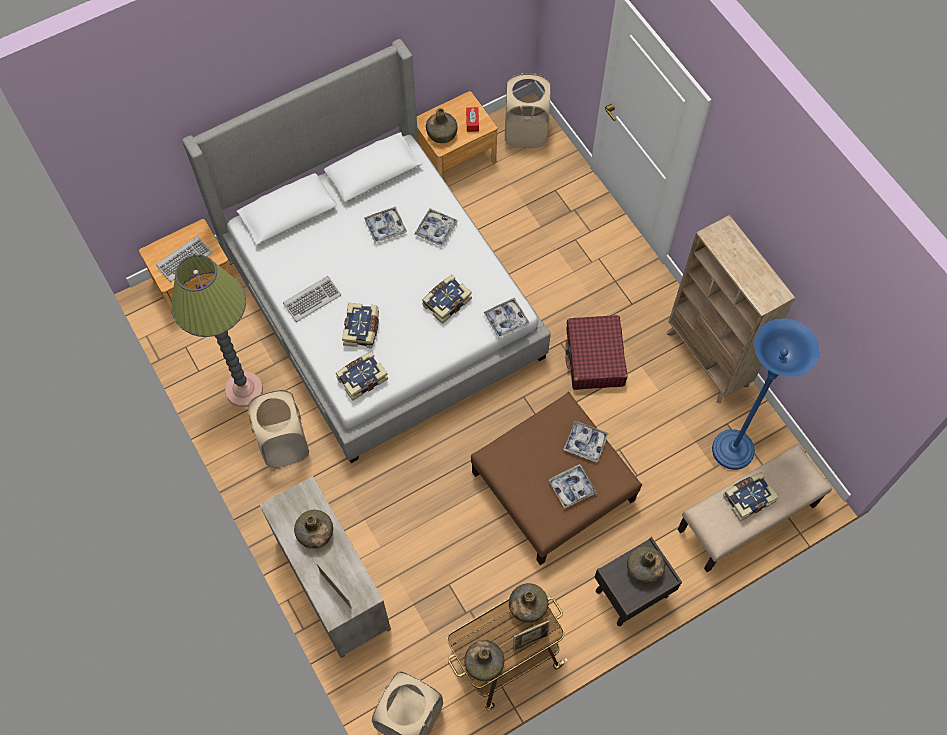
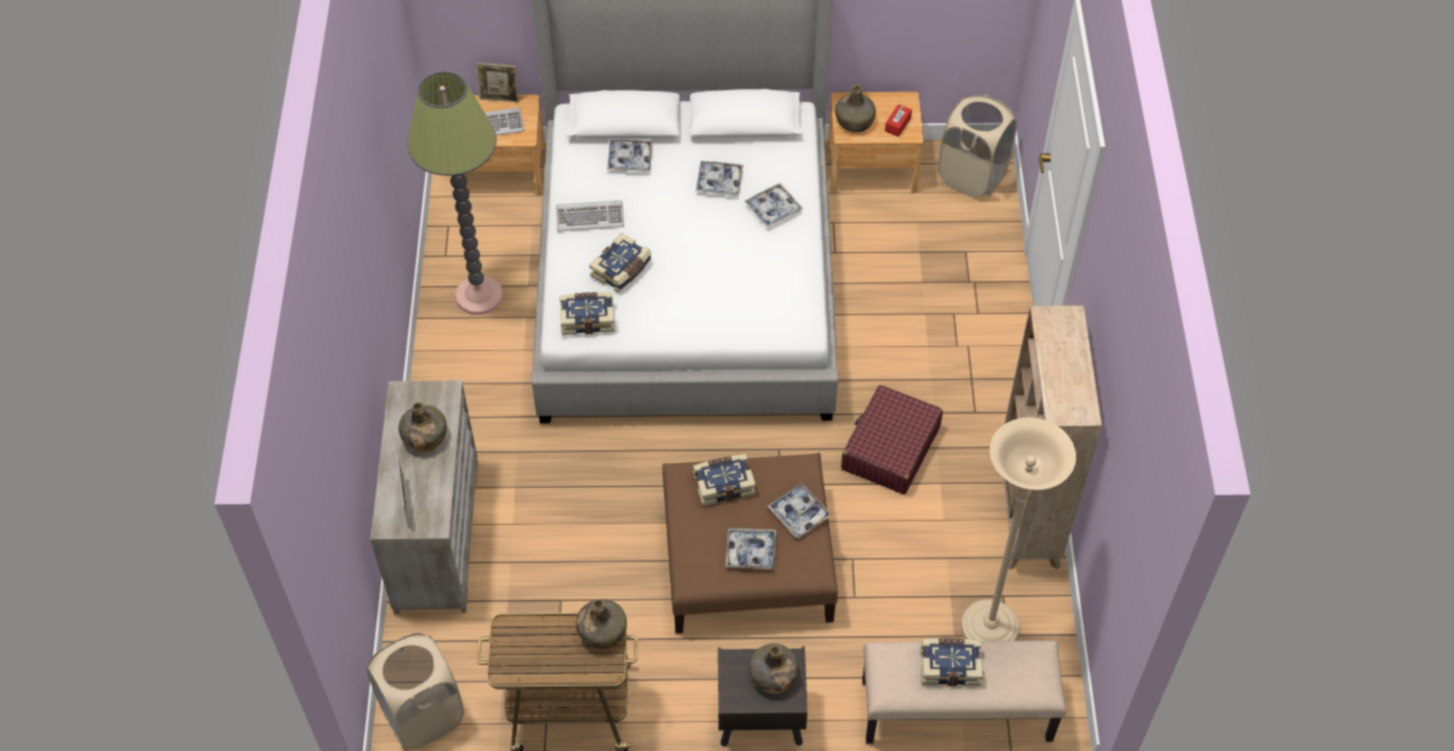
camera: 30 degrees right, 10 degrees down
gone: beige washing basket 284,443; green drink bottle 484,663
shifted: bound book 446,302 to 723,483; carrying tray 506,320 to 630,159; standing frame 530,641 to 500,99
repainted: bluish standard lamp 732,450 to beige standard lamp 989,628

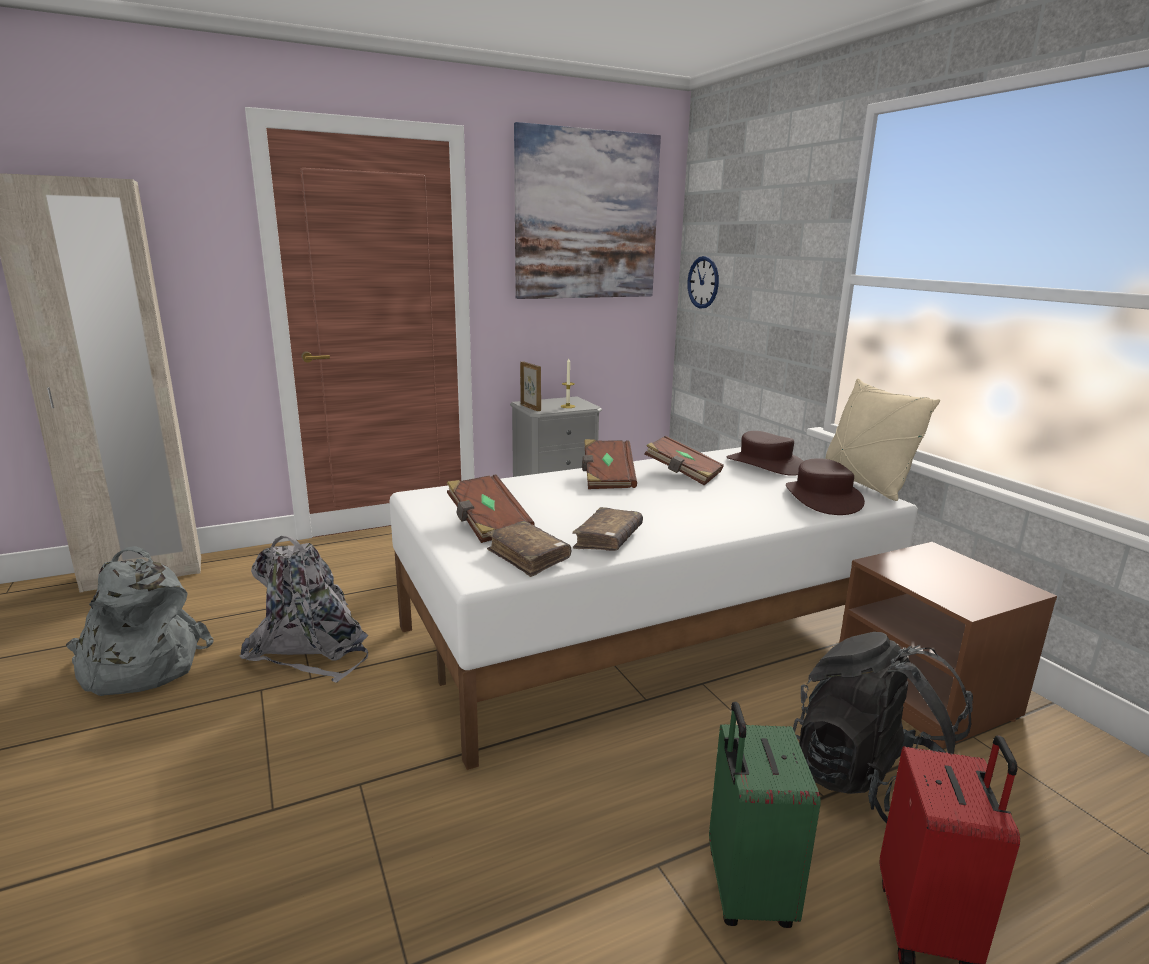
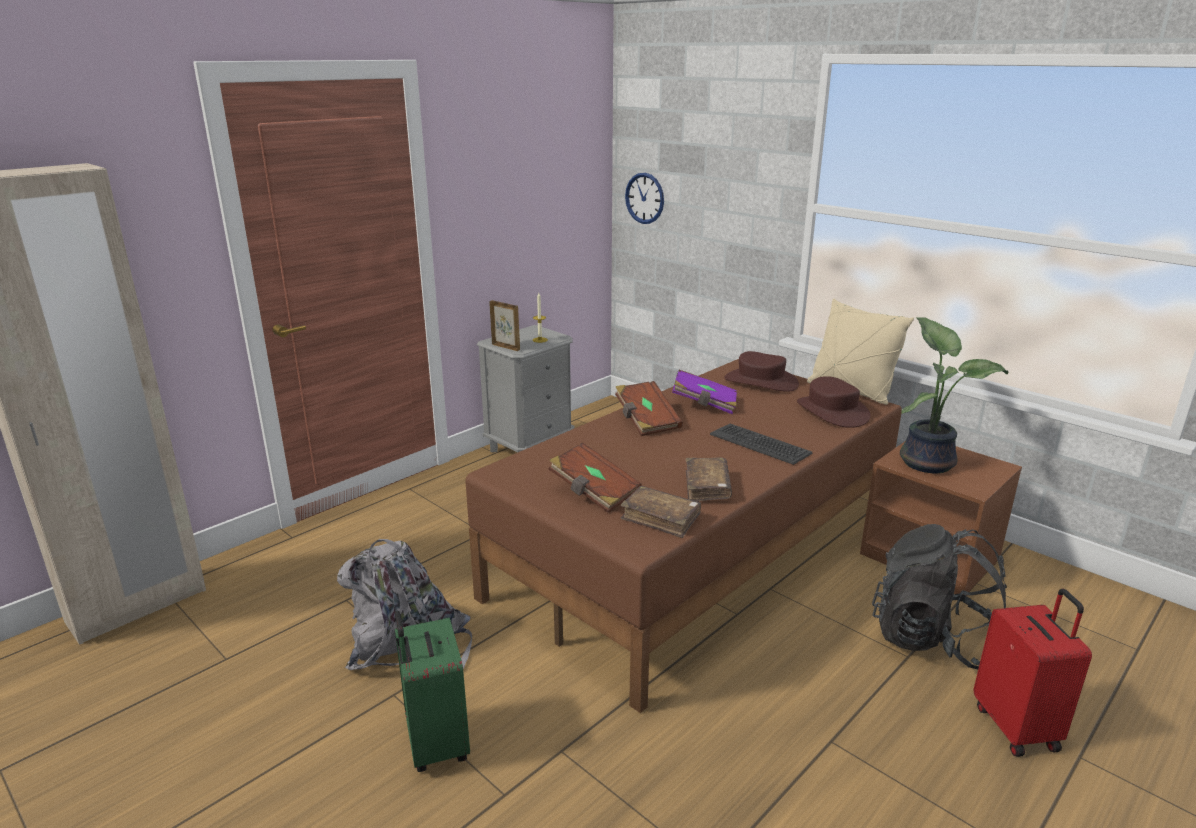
camera: 20 degrees left, 5 degrees up
gone: grey rucksack 139,666; wall art 587,216
new: computer keyboard 760,444; potted plant 928,462
shifted: green suitcase 745,890 to 435,744
repainted: whitish bedroom bed 648,633 to brownish bedroom bed 699,554; brownish bound book 682,474 to purple bound book 704,404

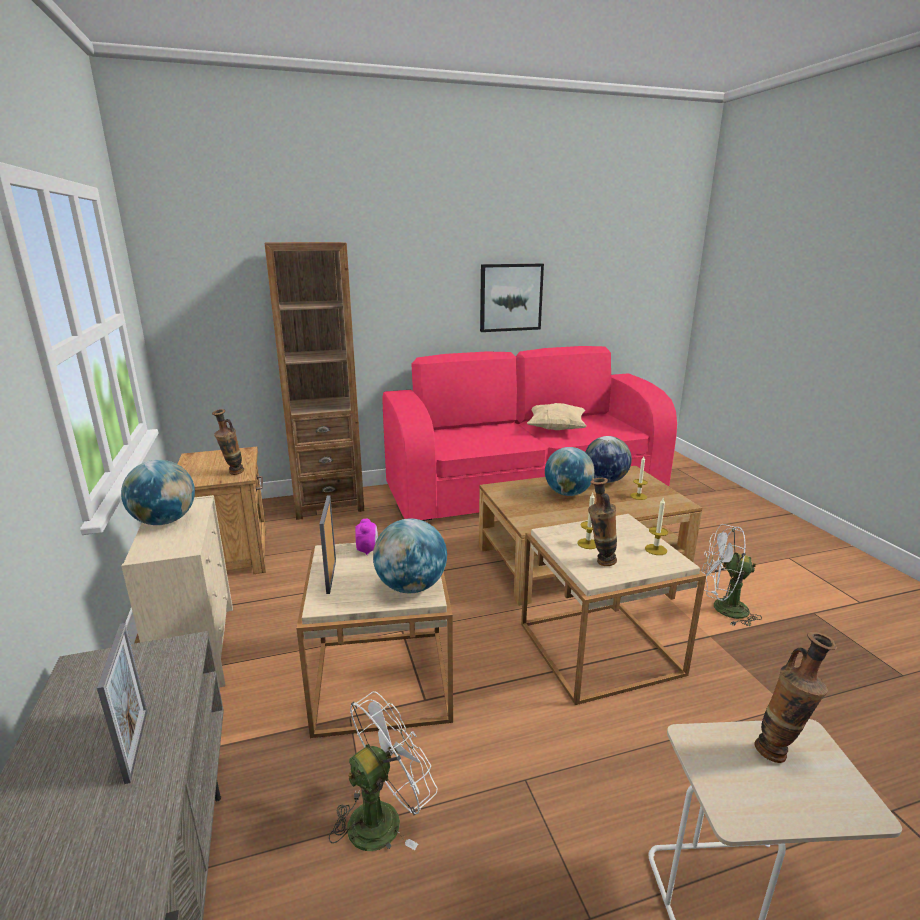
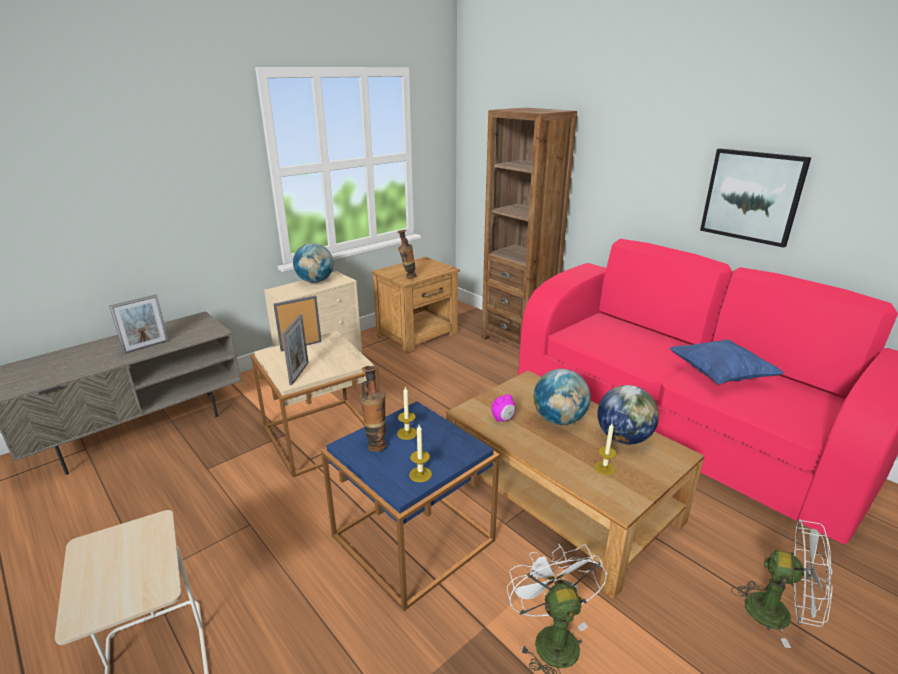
camera: 65 degrees right, 5 degrees up
gone: vase 779,752
shifted: whitish cooling fan 383,816 to 778,613; alarm clock 367,550 to 503,419
swapped: world globe 411,587 to standing frame 299,373
repainted: beige end table 599,648 to bluish end table 413,538; beige cushion 556,429 to bluish cushion 720,375

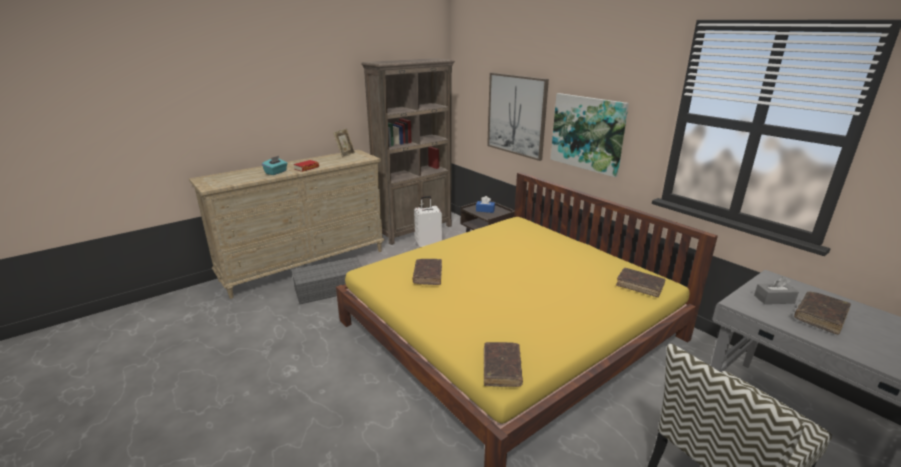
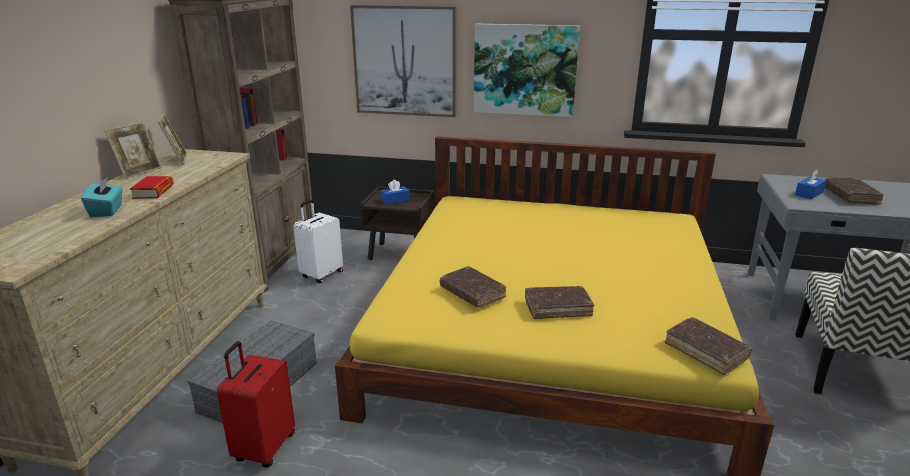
camera: 40 degrees left, 0 degrees up
new: standing frame 139,172; red-coloured suitcase 263,448
shifted: brownish bound book 639,286 to 557,308
repainted: grey tissue box 774,299 to bluish tissue box 809,193

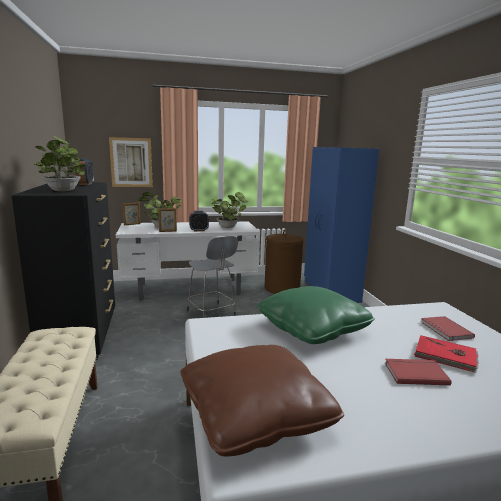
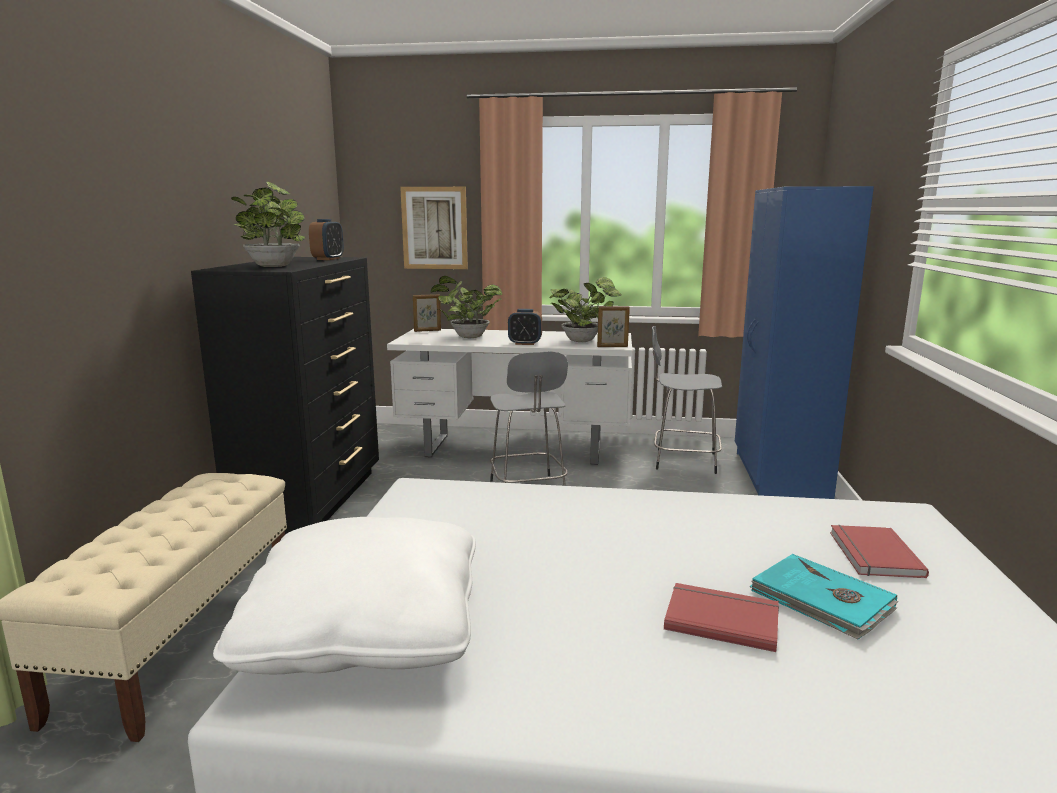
camera: 20 degrees right, 0 degrees up
gone: green cushion 312,329
shifted: standing frame 168,231 to 612,347
swapped: brownish washing basket 281,288 to grey stool 682,461
repainted: brownish cushion 255,414 to whitish cushion 365,629; red-coloured bound book 445,356 to turquoise bound book 821,600

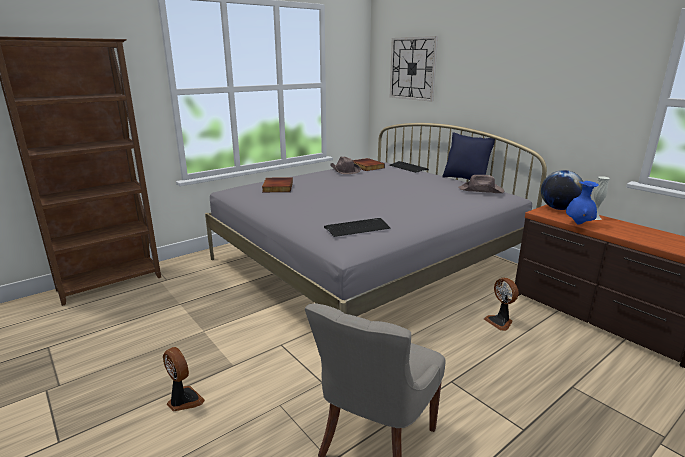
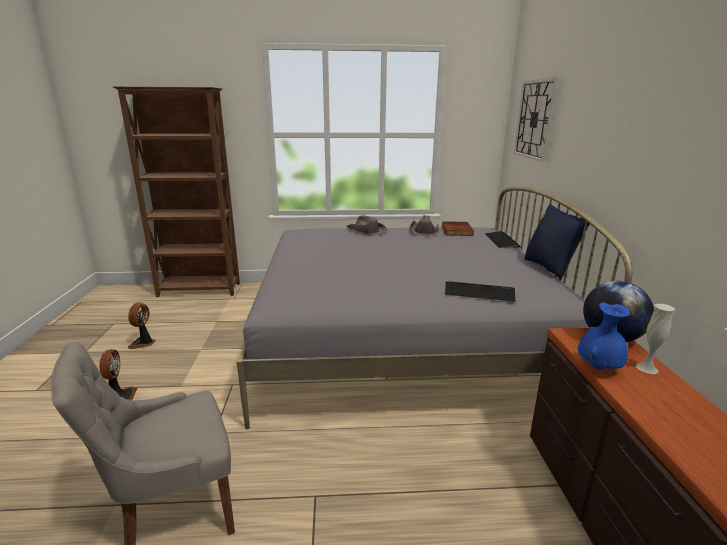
camera: 35 degrees right, 0 degrees up
gone: bound book 277,187
shifted: computer keyboard 357,228 to 479,292; brownish clothing hat 481,190 to 366,231; cooling fan 500,322 to 143,343

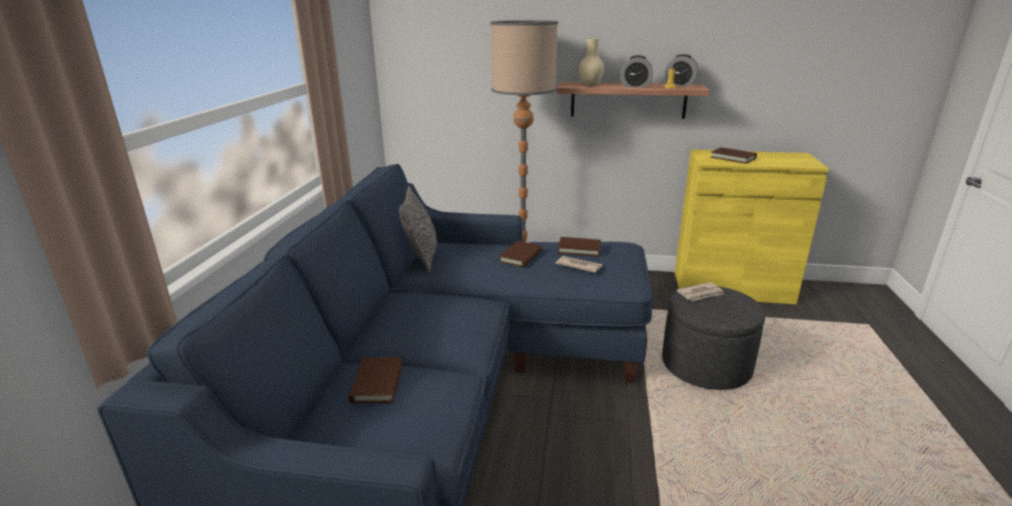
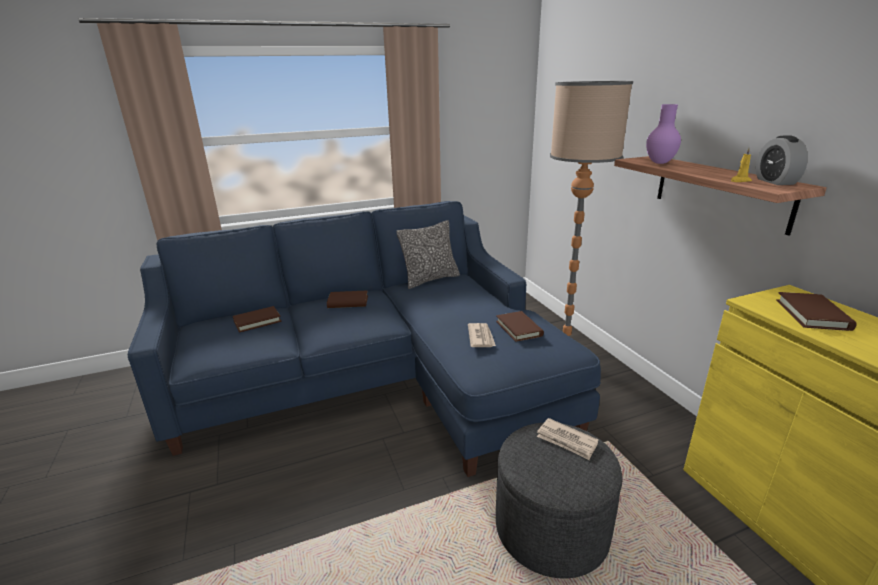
camera: 60 degrees right, 0 degrees up
gone: alarm clock 635,86
shifted: brownish bound book 521,256 to 348,302
repainted: beige vase 591,85 to purple vase 660,163

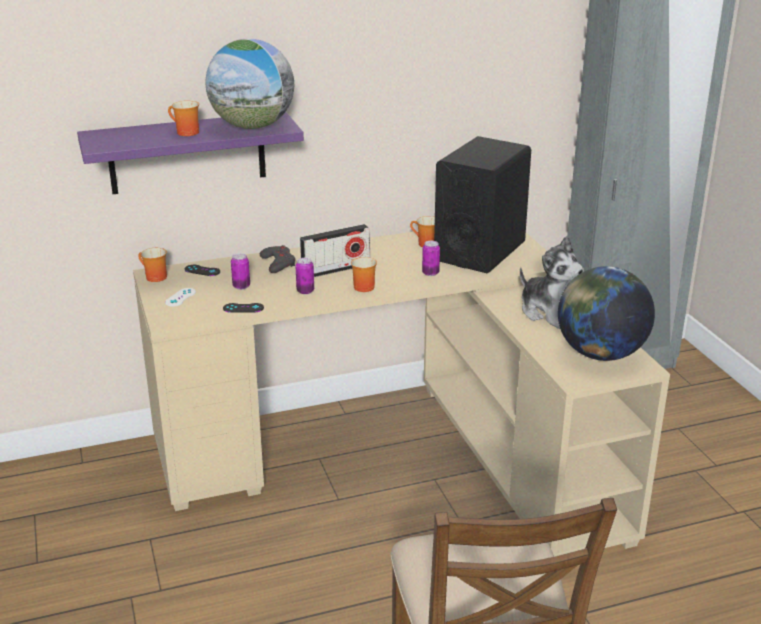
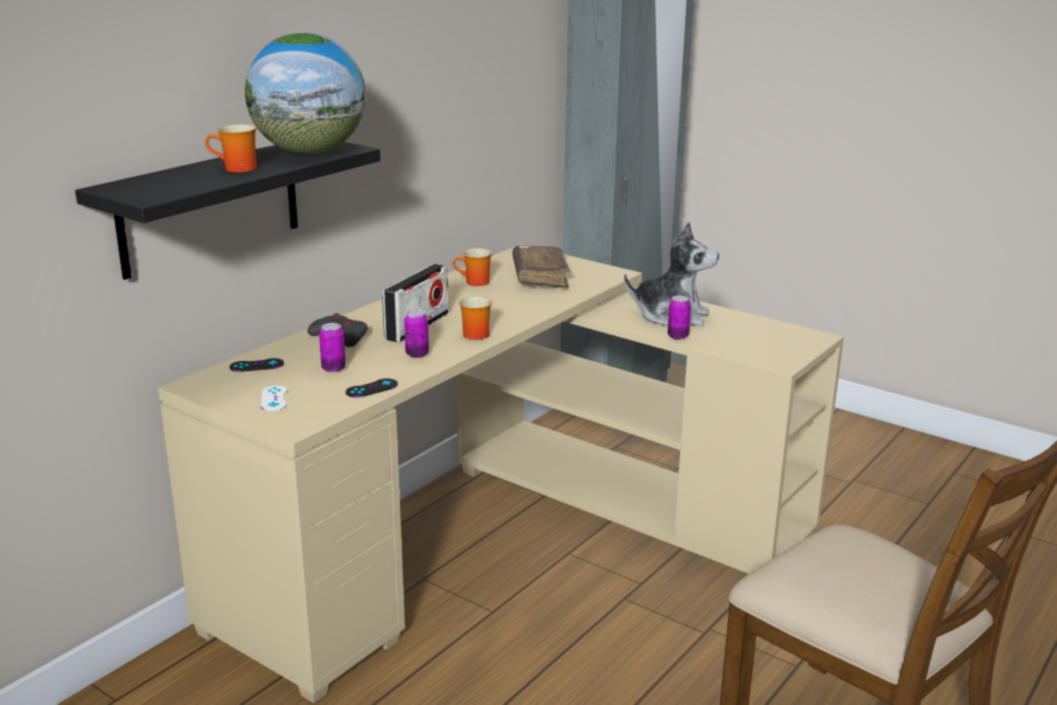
camera: 35 degrees left, 5 degrees down
gone: mug 153,277; world globe 600,354
shifted: sealed can 430,273 to 678,336
swapped: blackish loudspeaker 480,251 to brownish bound book 540,277
repainted: purple bracket shelf 187,153 to blackish bracket shelf 210,206

